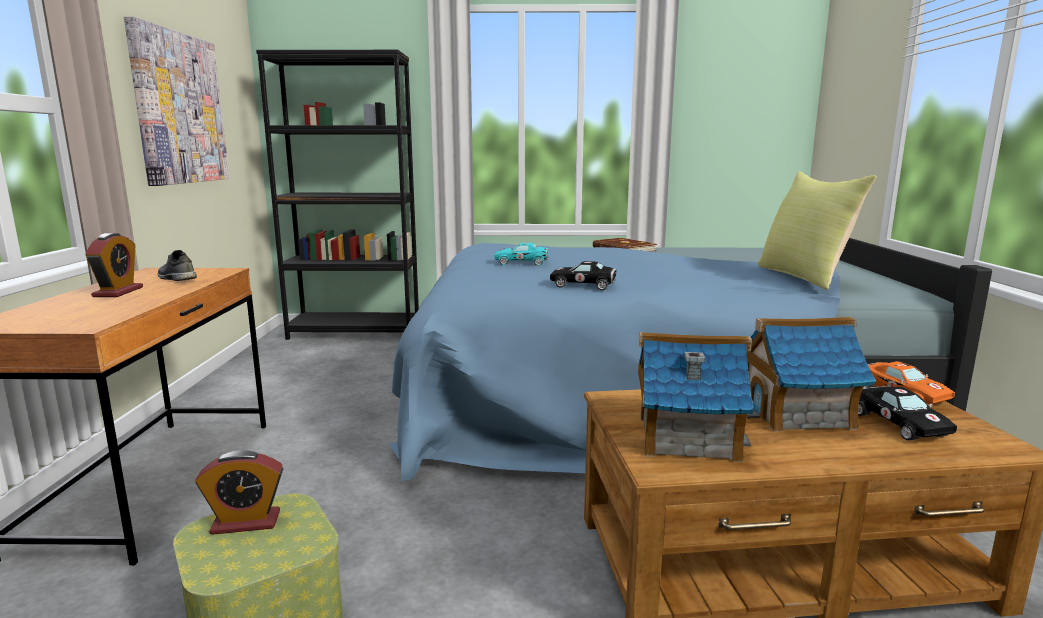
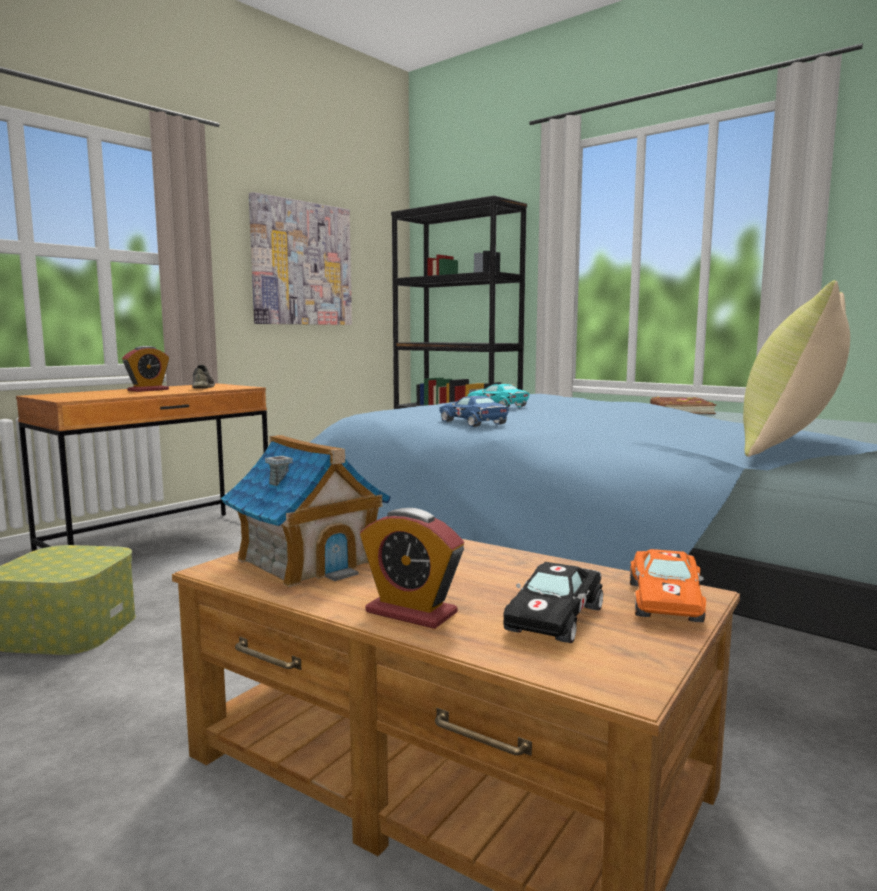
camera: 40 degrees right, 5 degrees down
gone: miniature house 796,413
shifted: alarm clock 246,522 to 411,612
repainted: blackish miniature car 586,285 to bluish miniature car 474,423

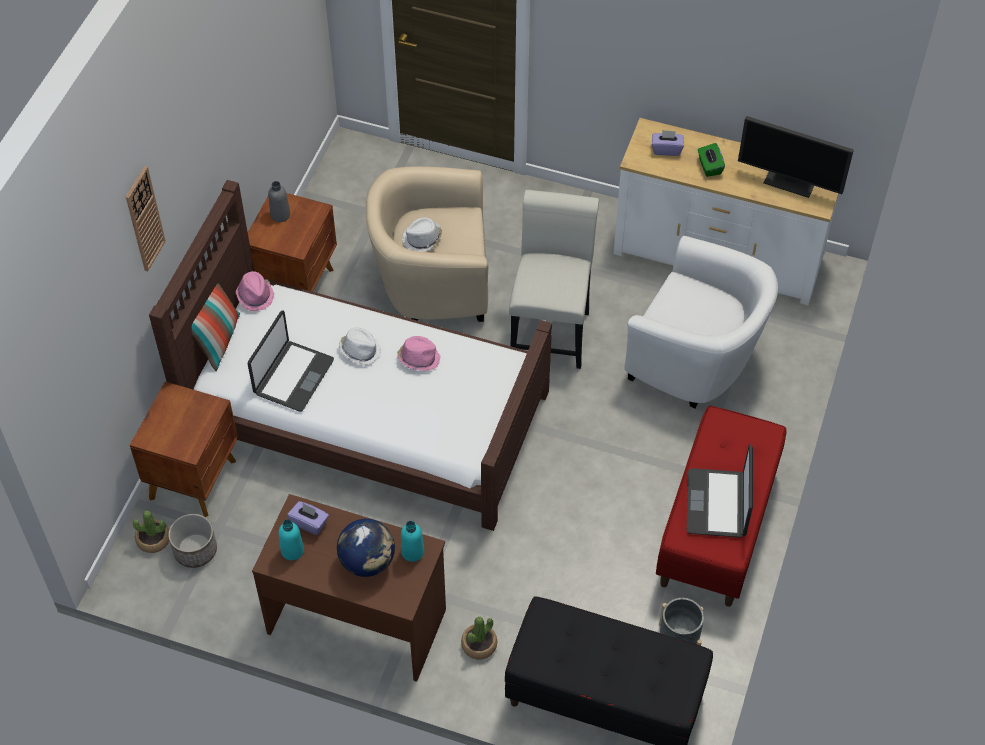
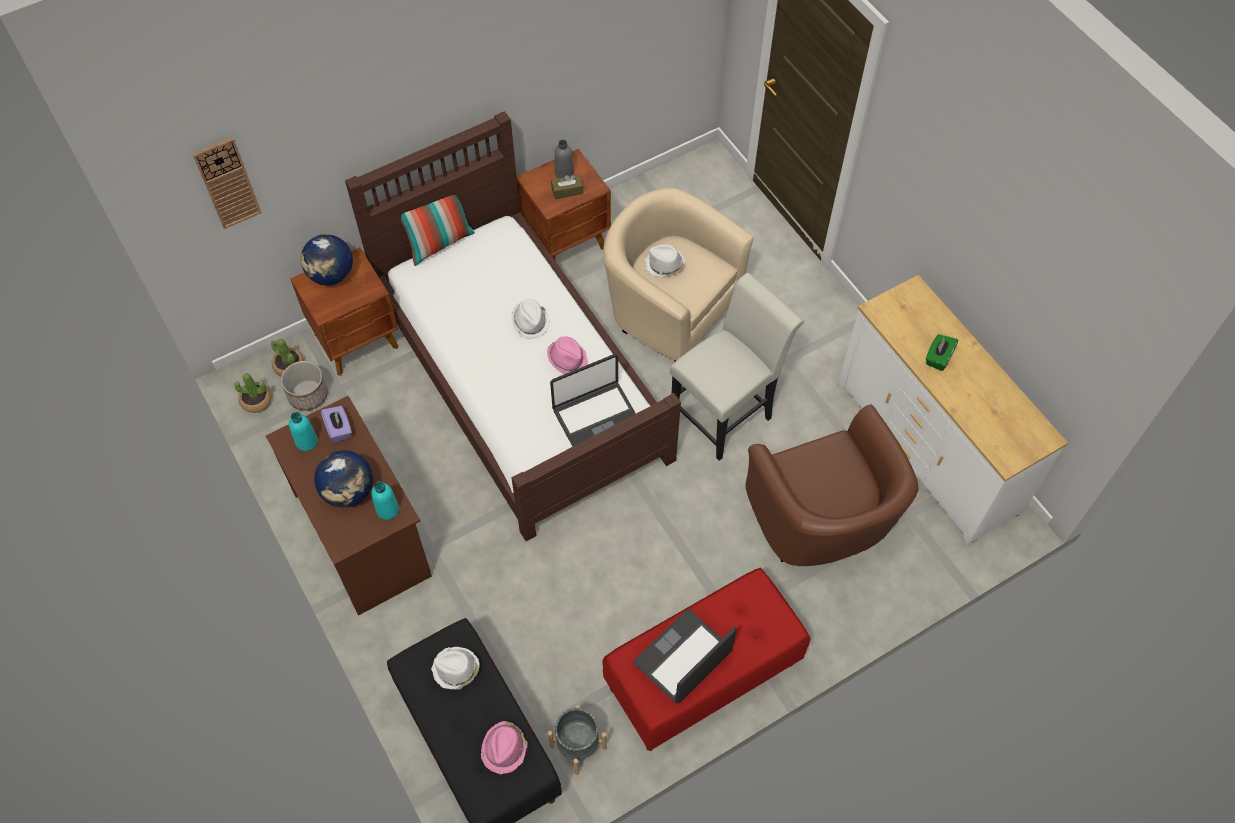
camera: 40 degrees right, 5 degrees up
gone: purple tissue box 666,149; monitor 791,180
new: world globe 331,275; whitish clothing hat 456,670; brownish tissue box 567,191
shifted: wall clock 144,219 to 227,183; pinkish clothing hat 255,295 to 504,749; laptop 293,376 to 595,416; potted plant 479,645 to 256,401
repainted: whitish armchair 696,362 to brownish armchair 821,524

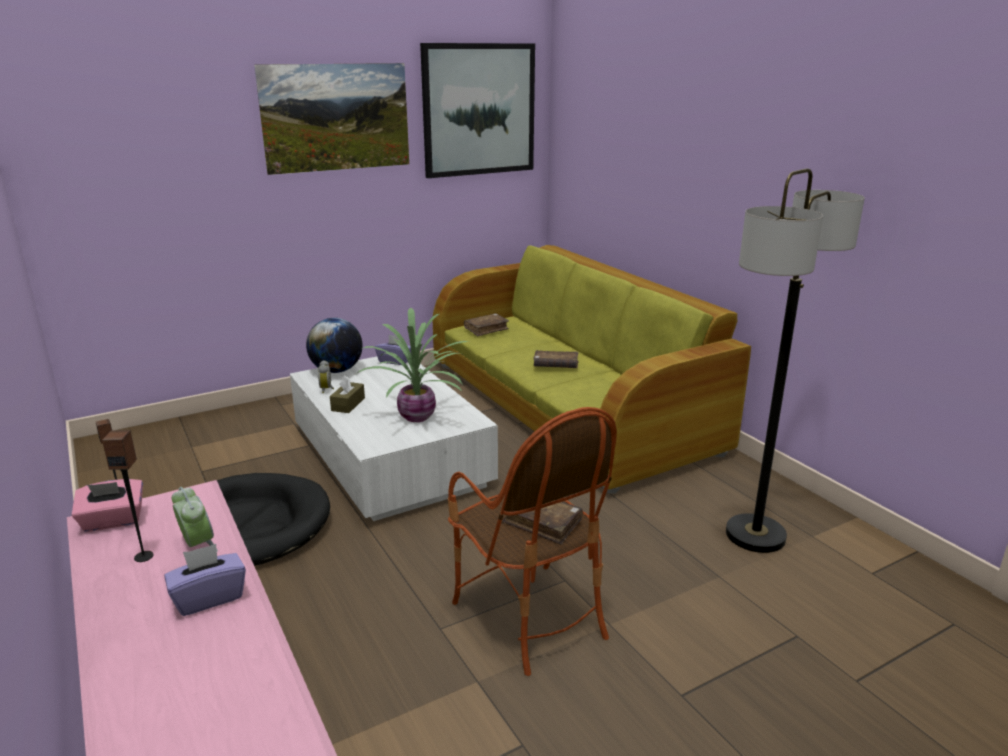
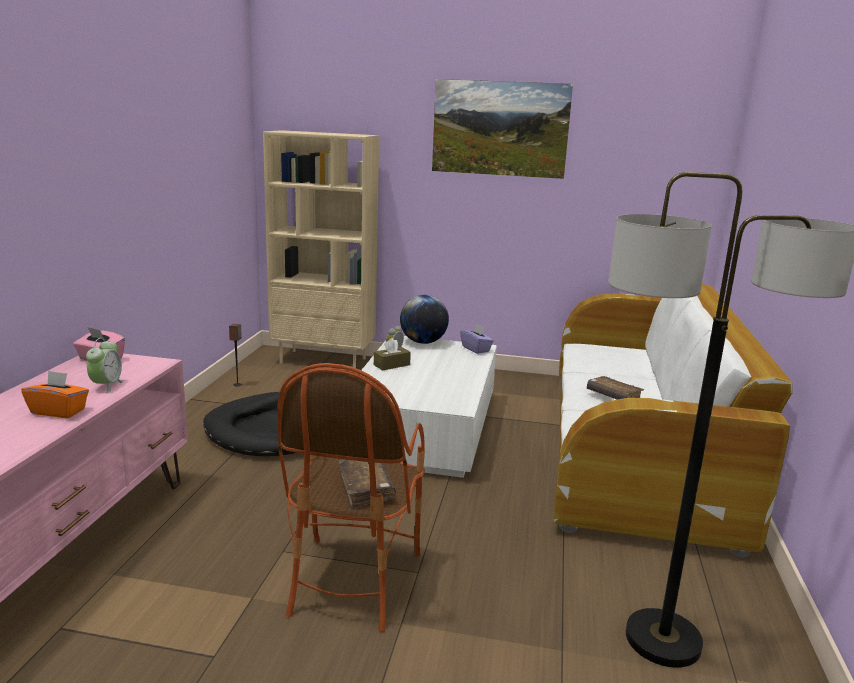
camera: 40 degrees right, 5 degrees down
gone: loudspeaker 144,556; potted plant 419,416; wall art 479,110; brownish bound book 486,329
new: beige bookcase 324,360
repainted: purple tissue box 209,597 to orange tissue box 58,411; green couch 568,405 to whitish couch 636,448

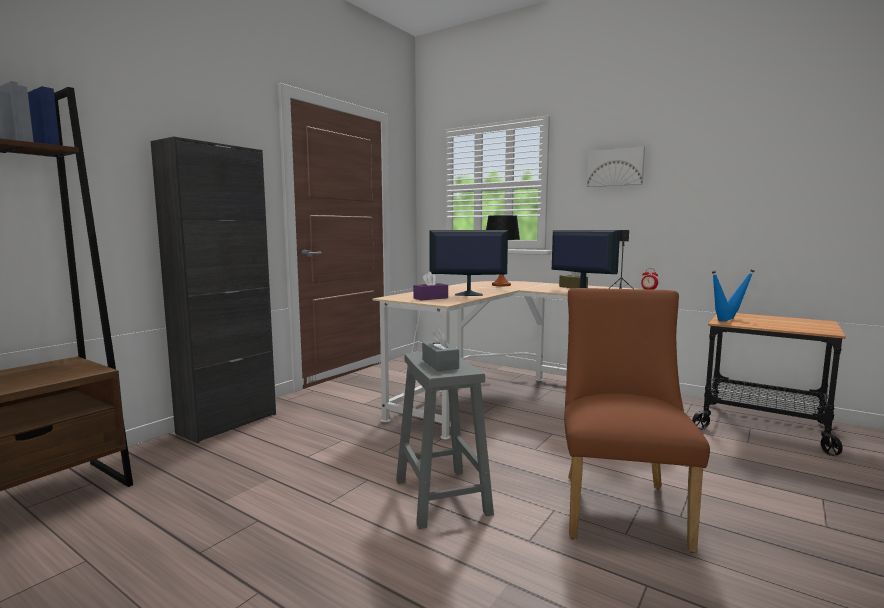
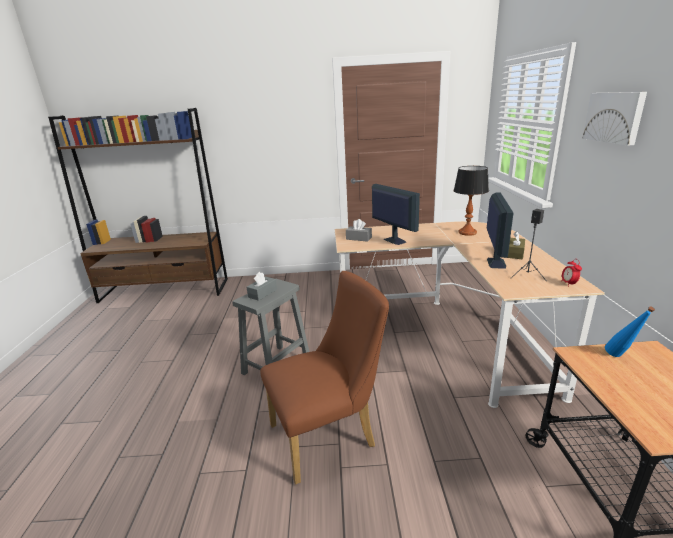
camera: 55 degrees right, 15 degrees up
gone: blackish cabinet 228,423; bluish drink bottle 718,321
repainted: purple tissue box 430,298 to grey tissue box 359,238

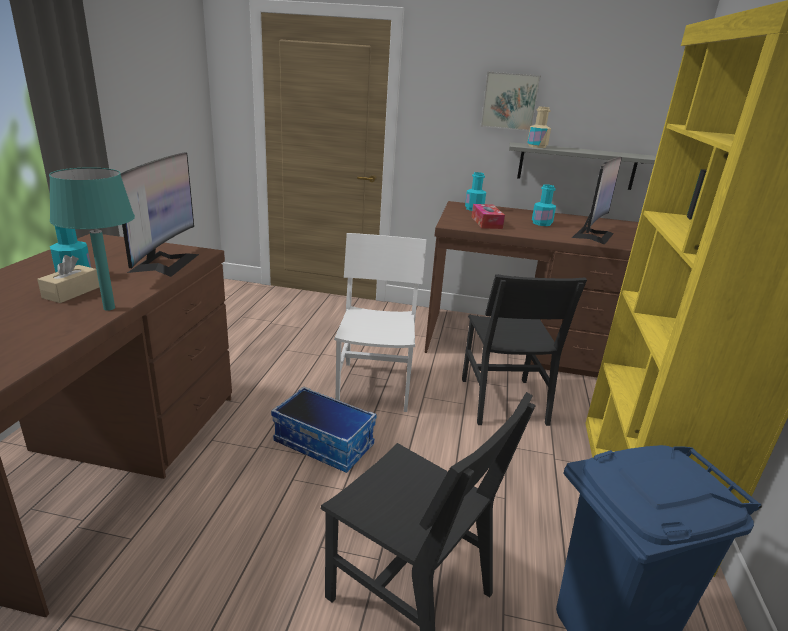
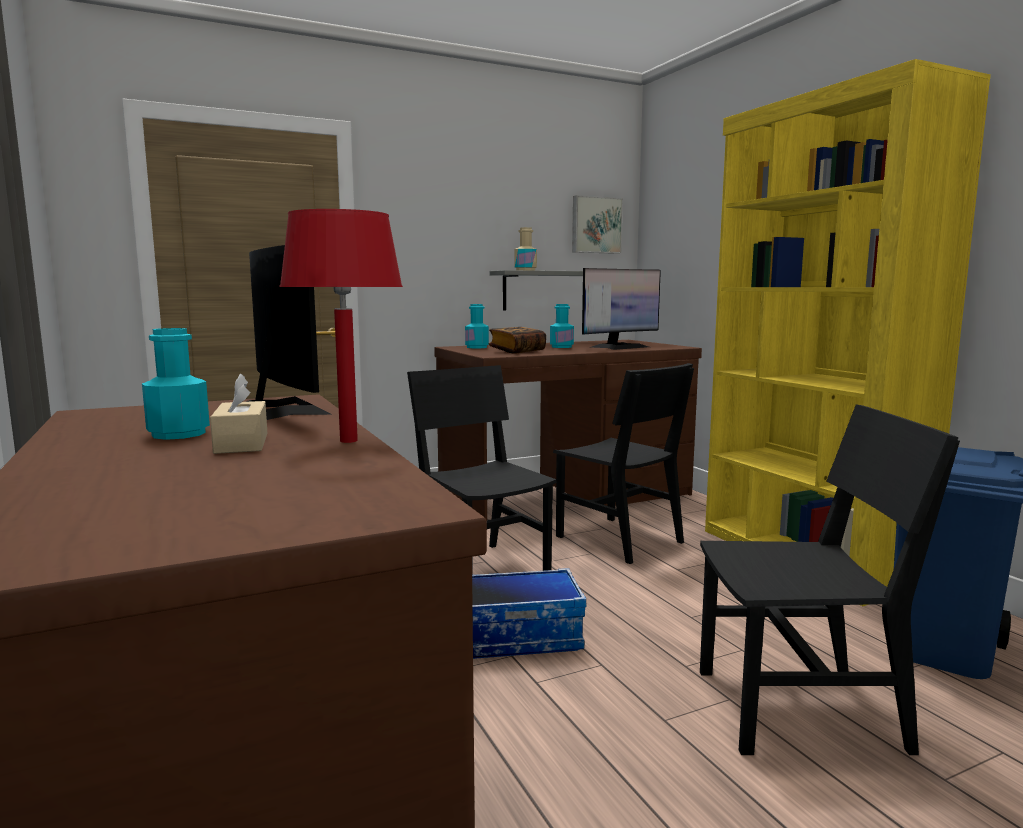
camera: 35 degrees left, 15 degrees down
shifted: wall art 509,101 to 595,225
swapped: tissue box 486,222 to bound book 517,351
repainted: turquoise lamp for a table 110,308 to red-coloured lamp for a table 349,440; whitish plain chair 375,386 to blackish plain chair 482,570
rotated: monitor 592,235 = 619,347 60 degrees clockwise

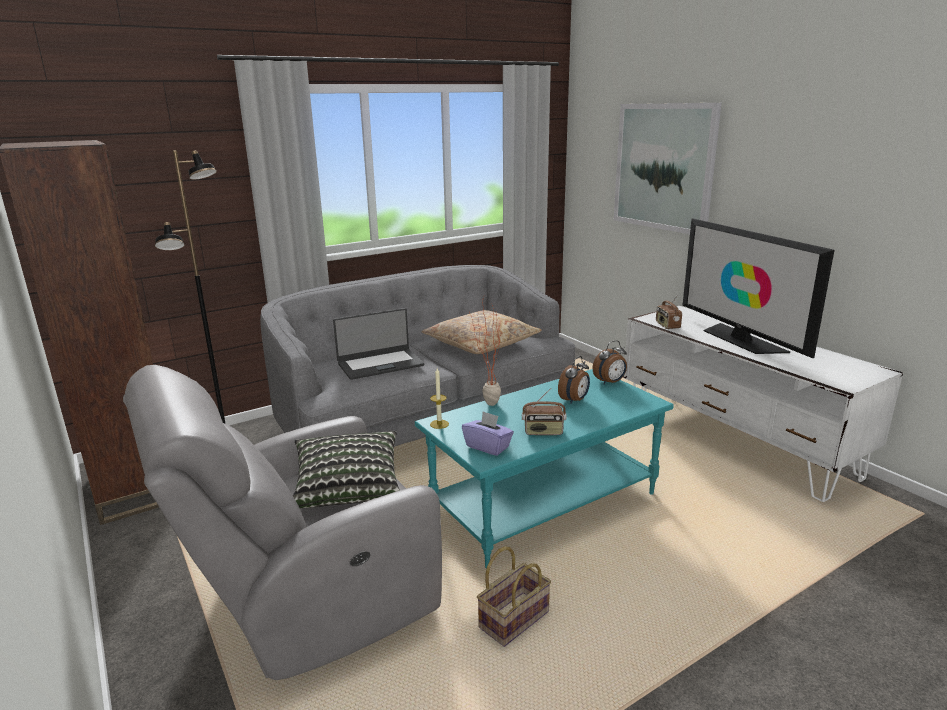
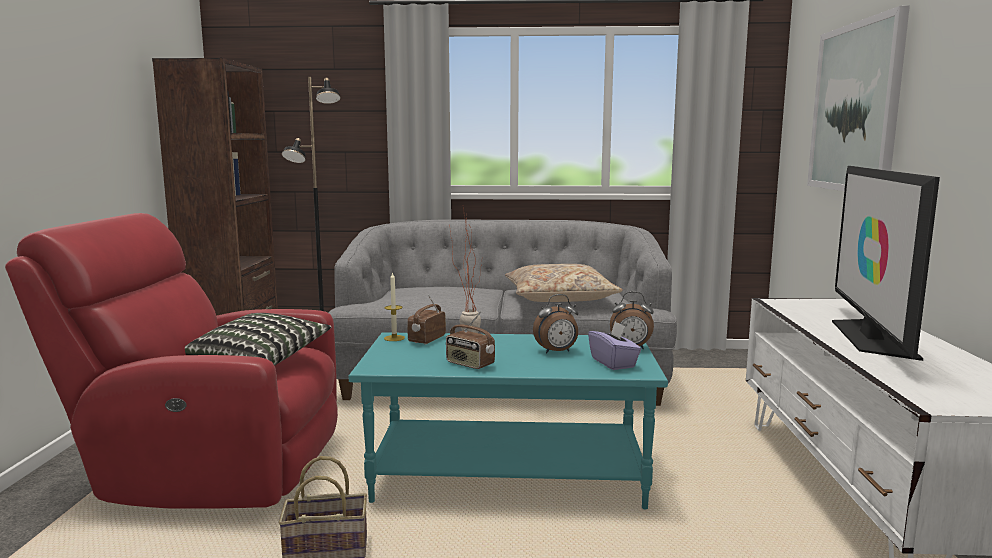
camera: 35 degrees right, 10 degrees down
gone: laptop 380,364
shifted: purple tissue box 488,446 to 613,363; radio set 667,326 to 426,339
repainted: grey armchair 308,602 to red-coloured armchair 211,469

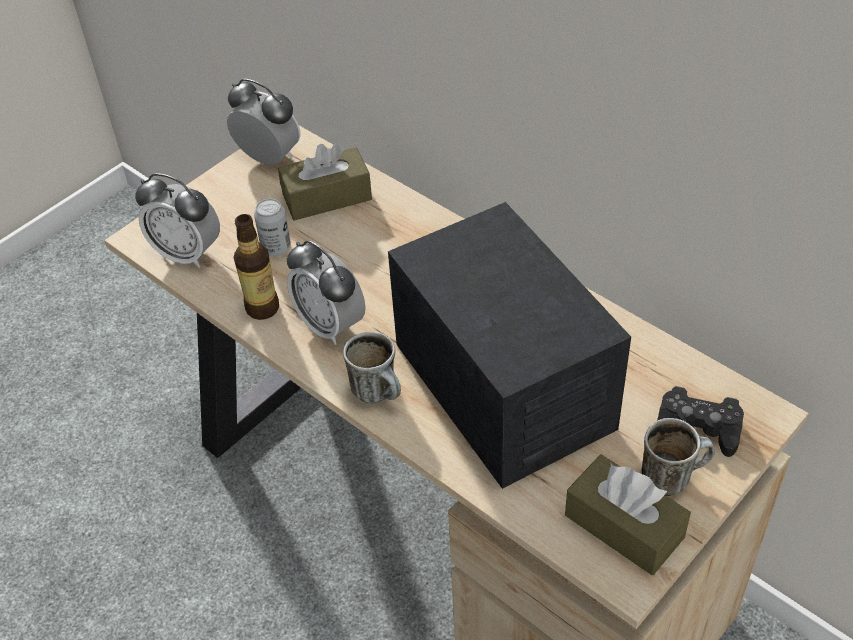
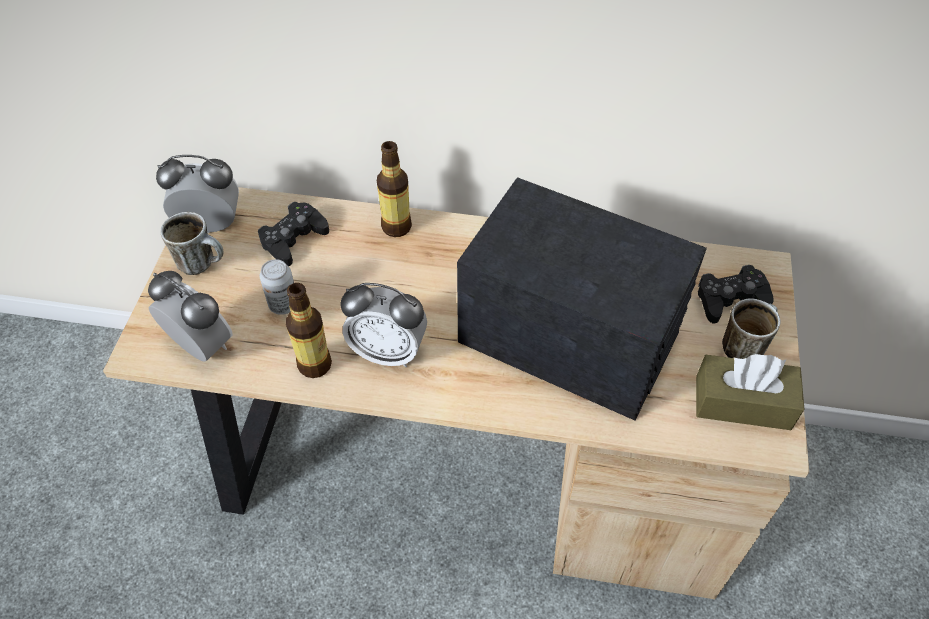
camera: 35 degrees left, 5 degrees up
new: drink bottle 396,227
shifted: mug 380,393 to 203,264
swapped: brownish tissue box 327,197 to blackish gamepad 293,239
rotated: alarm clock 187,253 = 201,346 135 degrees counterclockwise

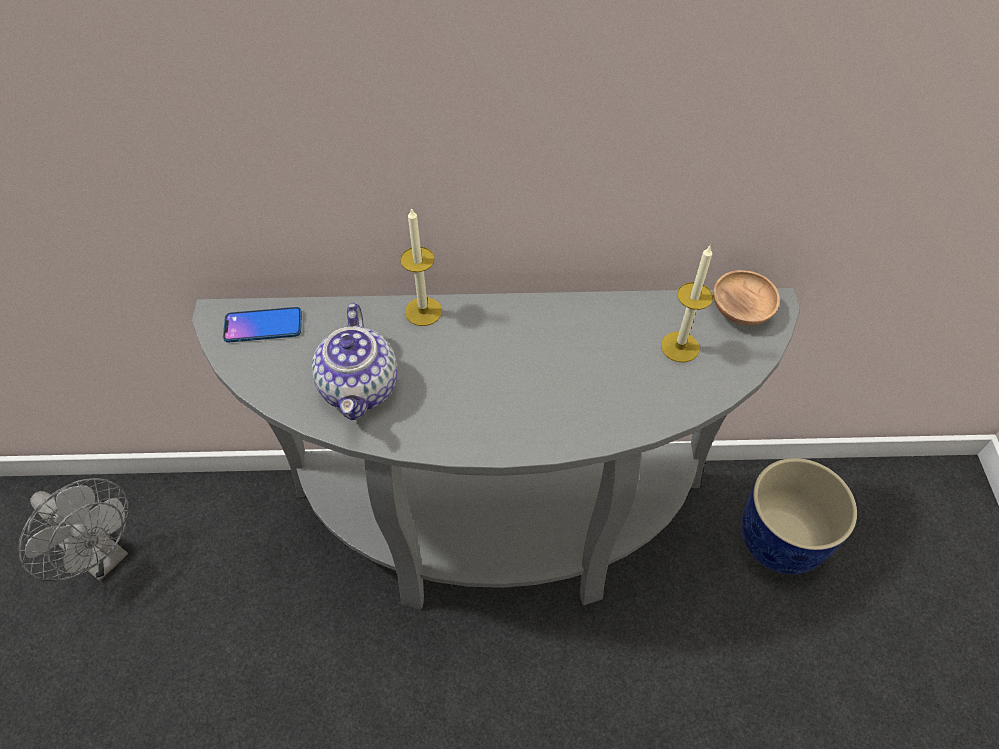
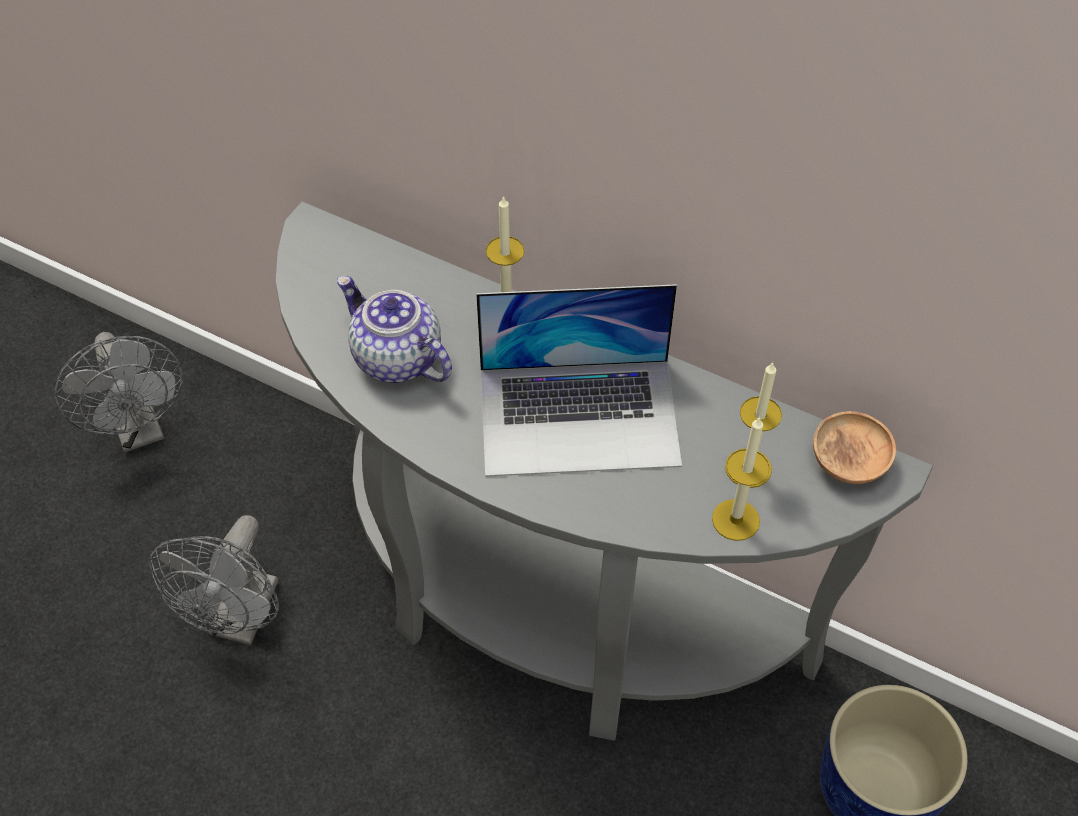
camera: 30 degrees right, 0 degrees up
gone: phone 263,326
new: grey cooling fan 241,621; laptop 579,416; wax light 735,520
rotated: pot for tea 360,388 = 396,358 105 degrees clockwise

